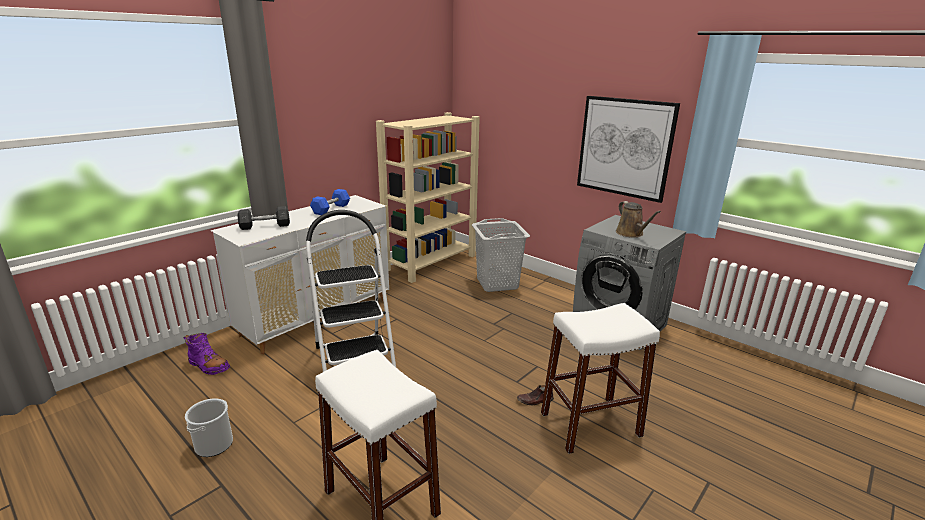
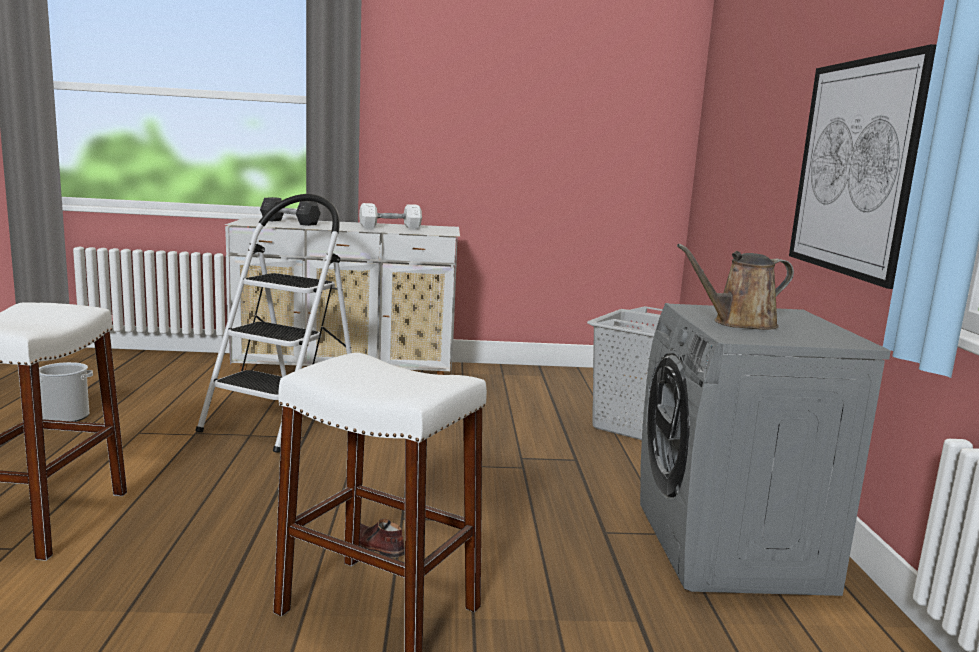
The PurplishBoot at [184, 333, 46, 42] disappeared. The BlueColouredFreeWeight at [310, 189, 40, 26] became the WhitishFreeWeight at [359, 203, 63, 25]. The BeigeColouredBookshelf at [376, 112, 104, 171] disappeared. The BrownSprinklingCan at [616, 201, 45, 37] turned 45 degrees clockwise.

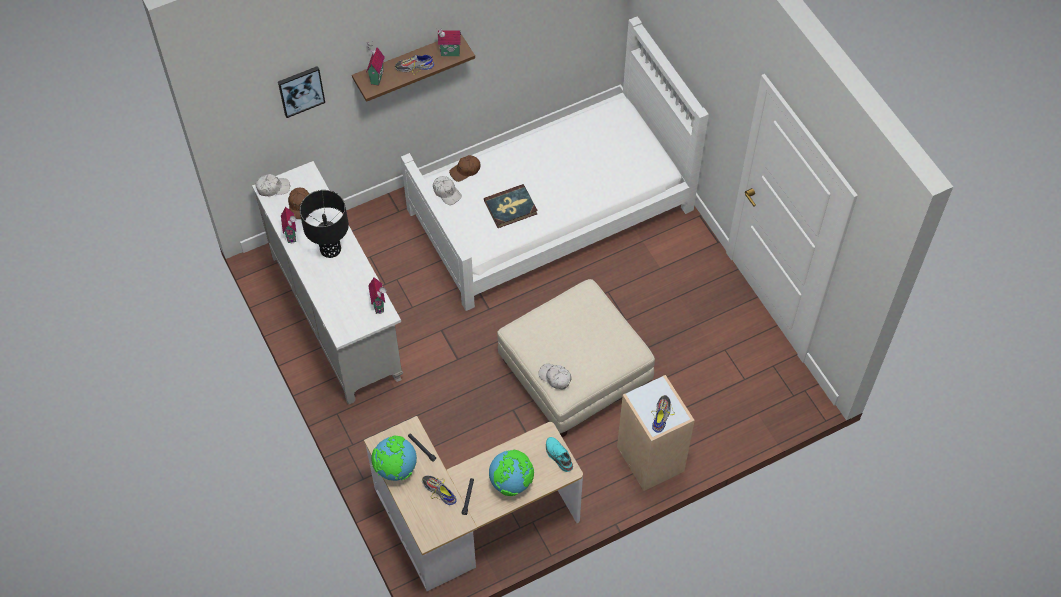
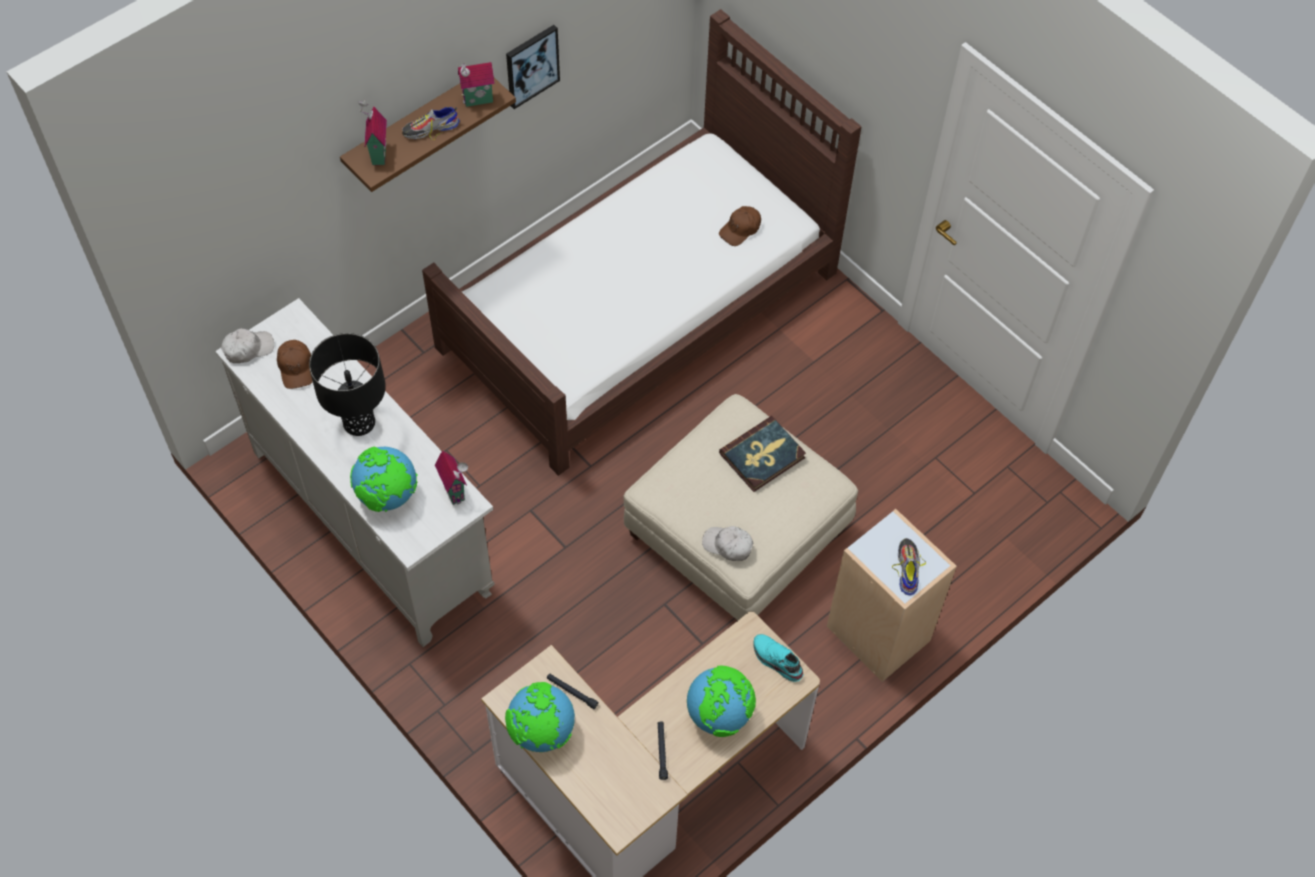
The WallArt moved from [278, 66, 47, 52] to [506, 25, 54, 84]. The ToyHouse at [281, 207, 16, 37] disappeared. The WhitishBed at [401, 16, 308, 295] became the BrownBed at [422, 9, 440, 467]. The ItemOfFootwear at [422, 475, 34, 30] disappeared. The WhitishCap at [433, 176, 29, 29] disappeared. The BrownCap moved from [449, 155, 32, 27] to [719, 206, 42, 40]. The BoundBook moved from [484, 184, 54, 44] to [719, 416, 87, 76]. The Globe at [350, 446, 68, 66] appeared.

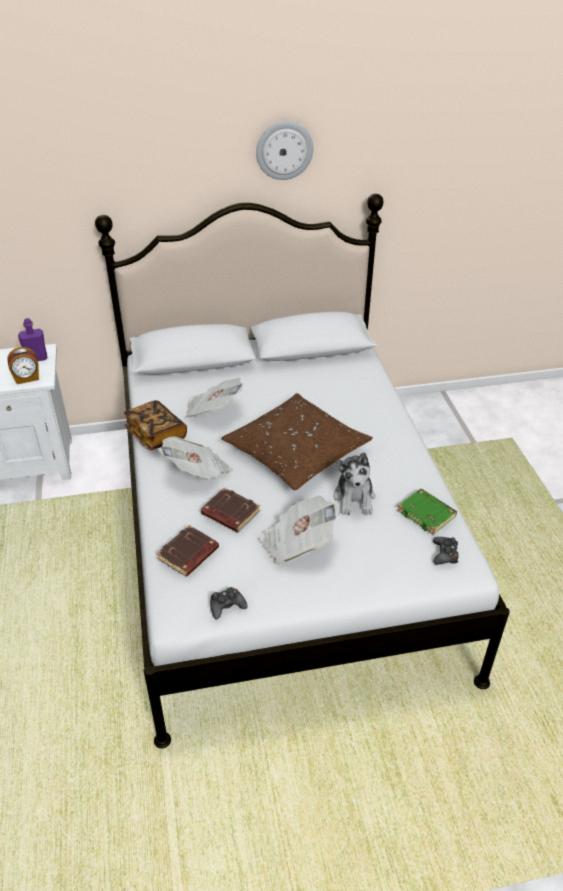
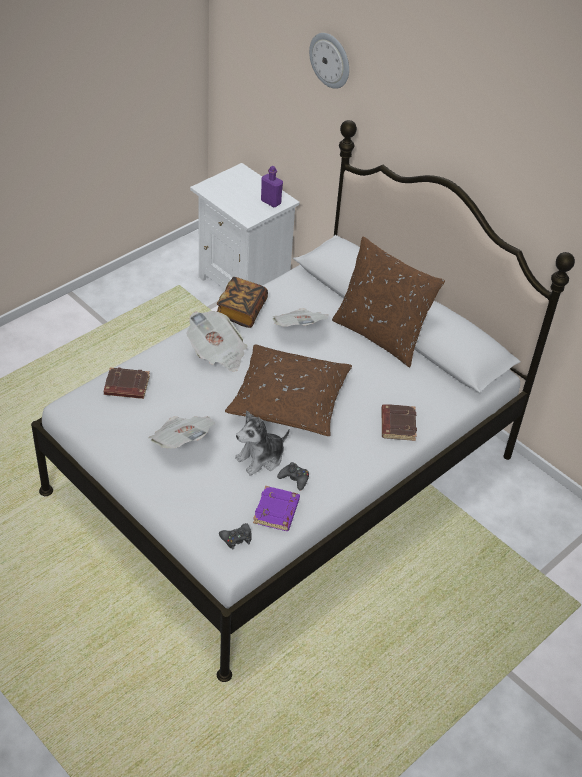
The TableClock at [8, 347, 31, 37] disappeared. The BrownBoundBook moved from [201, 488, 59, 45] to [382, 404, 35, 37]. The BlackishJoypad moved from [210, 587, 38, 32] to [277, 462, 32, 29]. The ClockOnTheWall moved from [256, 121, 57, 59] to [309, 33, 40, 56]. The GreenishBoundBook at [397, 489, 60, 46] became the PurplishBoundBook at [253, 486, 47, 45]. The BrownCushion at [332, 236, 113, 131] appeared.

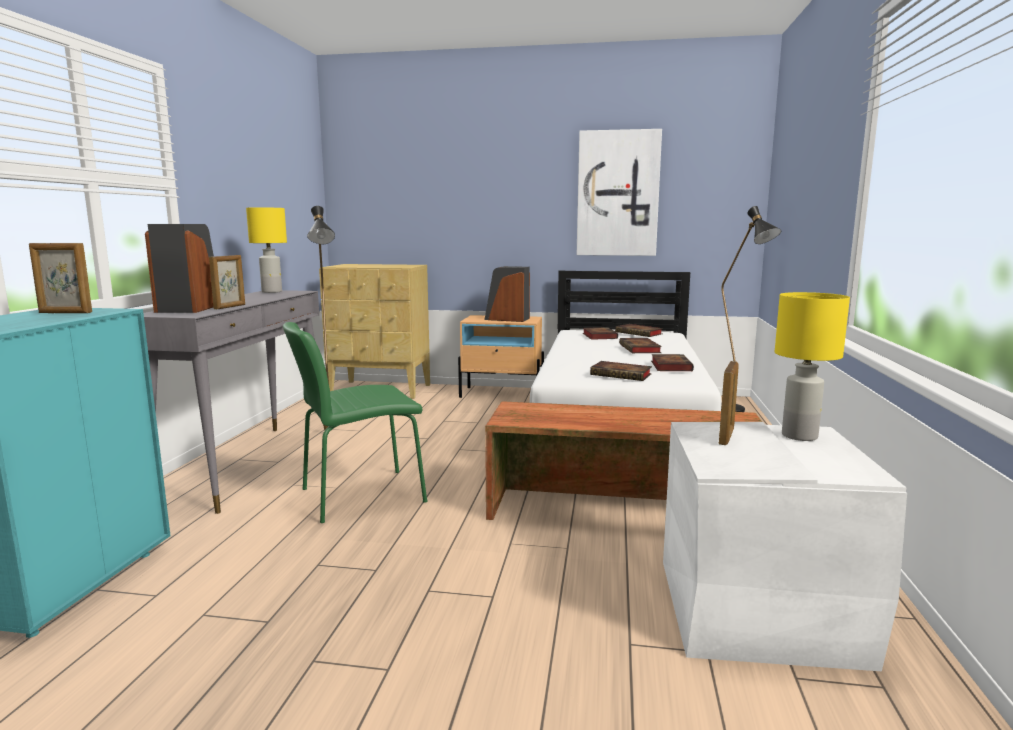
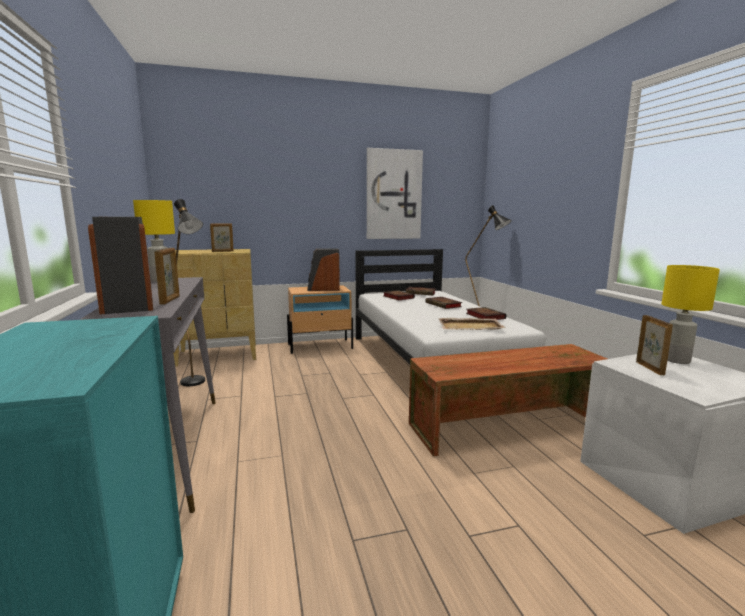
The StandingFrame moved from [29, 243, 63, 70] to [210, 224, 24, 28]. The GreenishUprightChair at [283, 322, 144, 201] disappeared. The BoundBook at [590, 361, 62, 20] was replaced by the BeigeColouredTray at [438, 318, 68, 12].

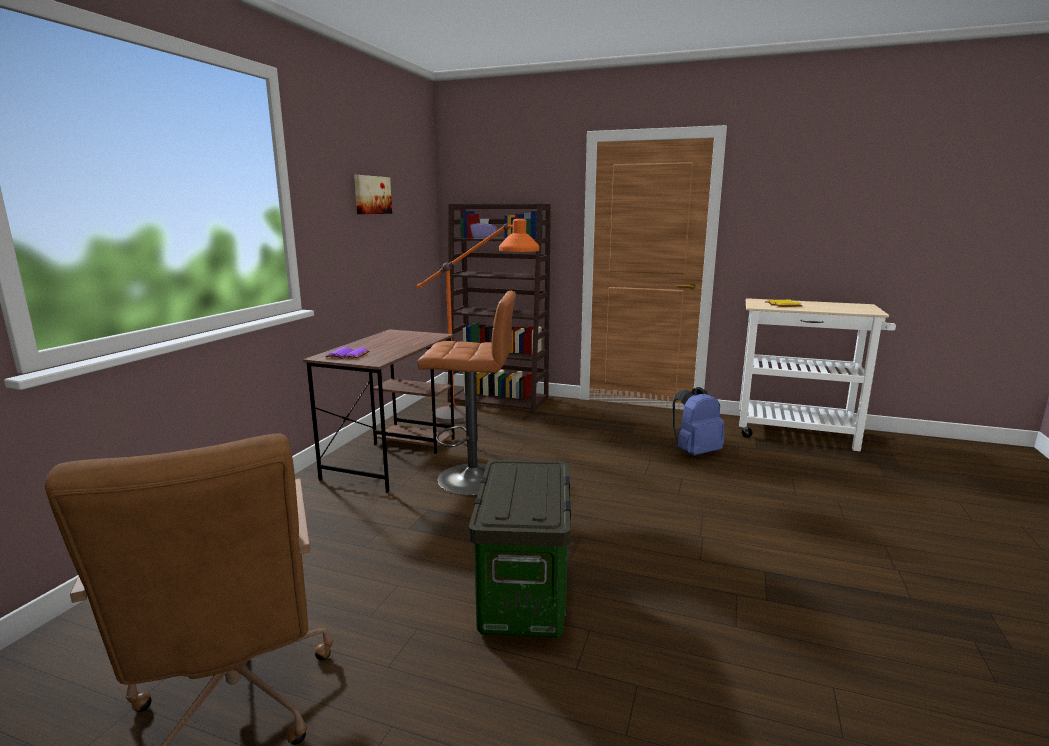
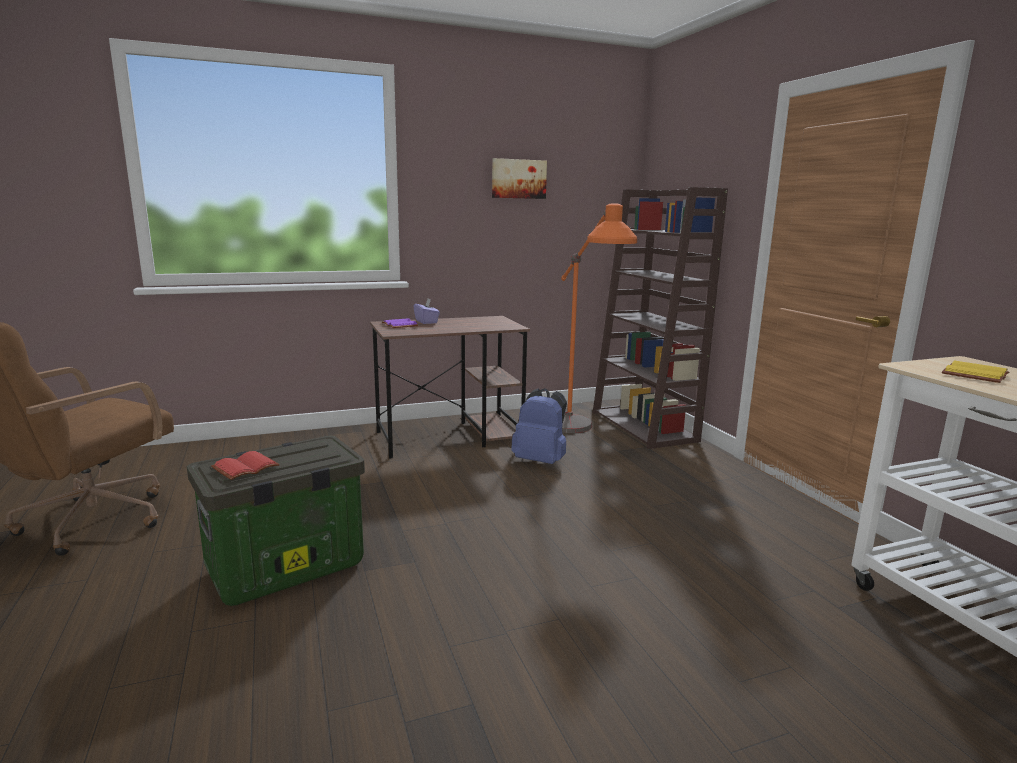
The BrownSittingStool at [417, 291, 99, 204] disappeared. The PurplishTissueHolder moved from [470, 219, 27, 19] to [413, 299, 27, 25]. The BlueColouredBackpack moved from [673, 387, 51, 69] to [511, 388, 56, 76]. The RedBoundBook at [211, 451, 69, 29] appeared.

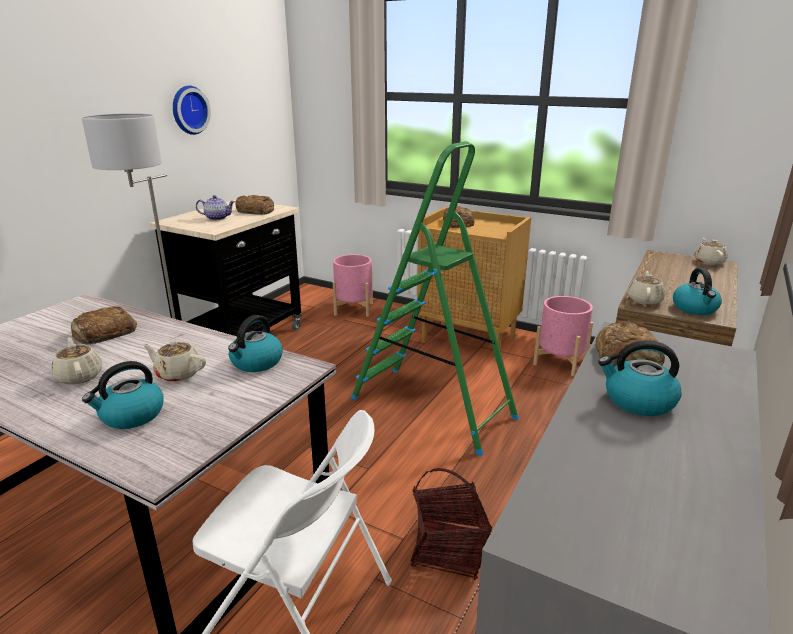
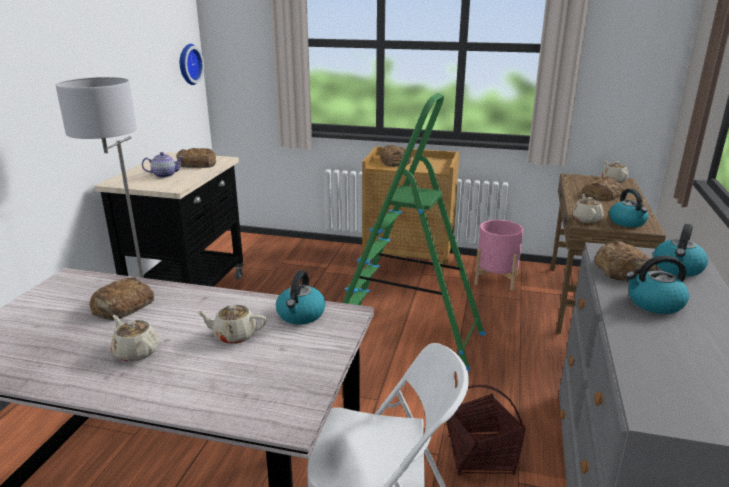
The WaterKettle moved from [82, 361, 82, 68] to [654, 224, 54, 52]. The ClockOnTheWall moved from [173, 86, 38, 49] to [180, 44, 24, 41]. The PinkFlowerPot at [333, 254, 40, 63] disappeared. The BakedBread at [582, 177, 42, 23] appeared.

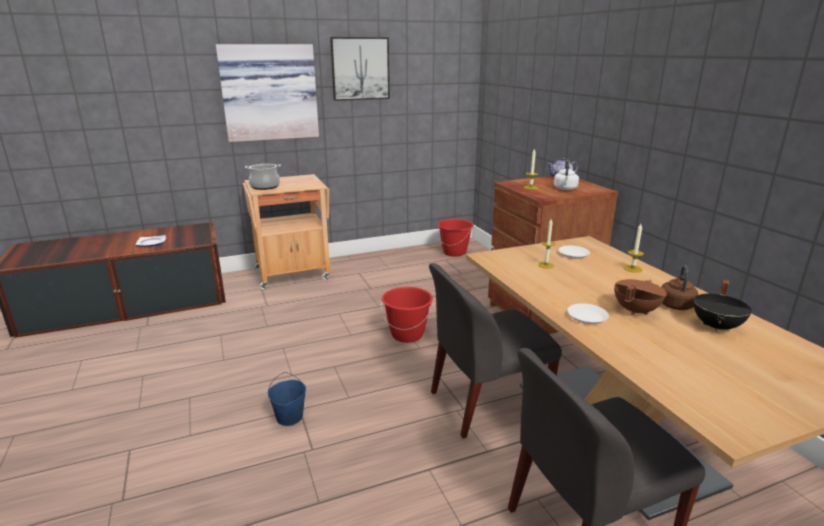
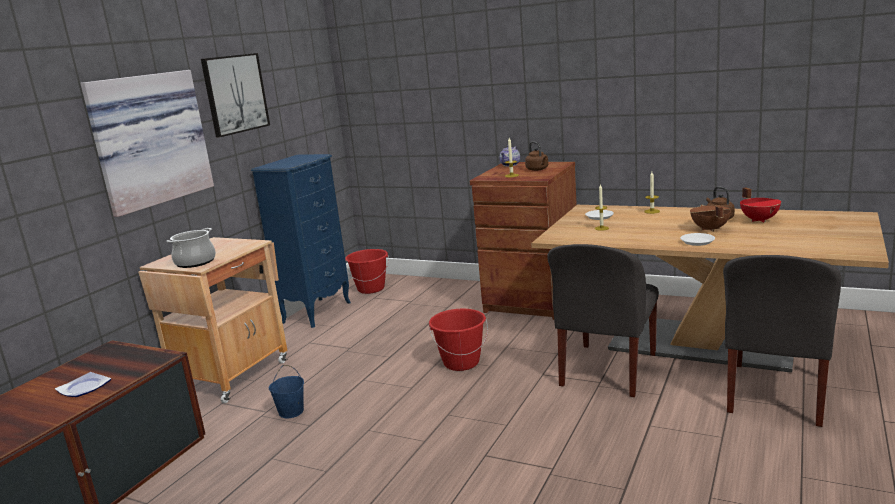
The BlueColouredPail moved from [268, 372, 38, 54] to [269, 365, 35, 53]. The WhitishWaterKettle at [554, 159, 25, 31] became the BrownWaterKettle at [525, 141, 23, 30]. The BlackishCookingPot at [693, 279, 60, 53] became the RedCookingPot at [740, 187, 41, 36]. The BlueColouredChestOfDrawers at [251, 154, 100, 174] appeared.

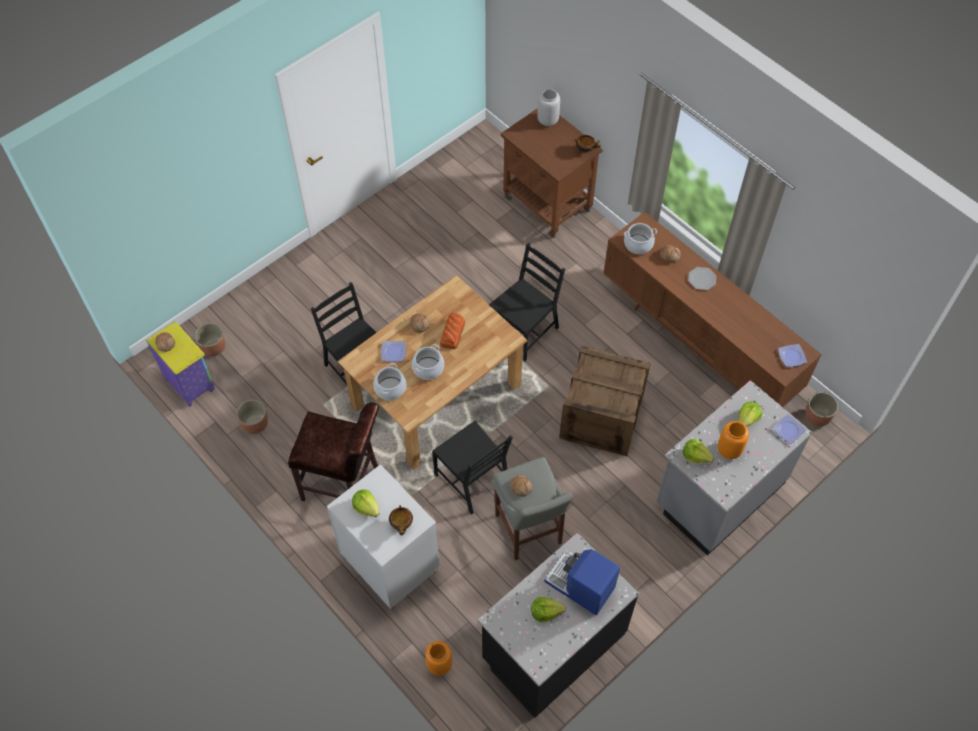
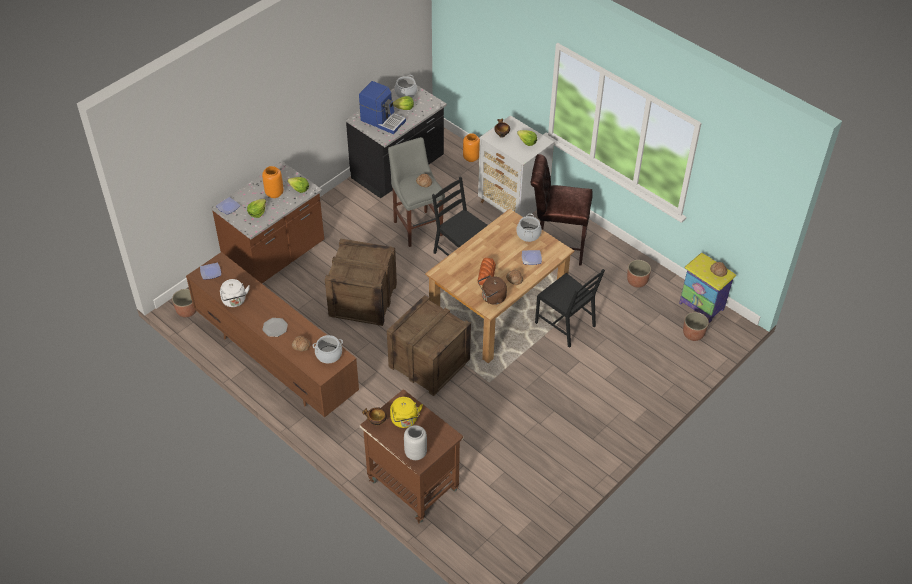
The CookingPot moved from [412, 344, 32, 36] to [394, 75, 23, 23]. The BlackishUprightChair at [489, 242, 76, 119] was replaced by the Crate at [387, 295, 84, 101]. The GrayKitchenBaseUnit at [657, 380, 155, 176] became the BrownKitchenBaseUnit at [211, 161, 113, 122]. The WhitishWaterKettle at [220, 279, 30, 28] appeared. The YellowColouredWaterKettle at [390, 397, 33, 31] appeared. The BrownWaterKettle at [478, 275, 29, 30] appeared.

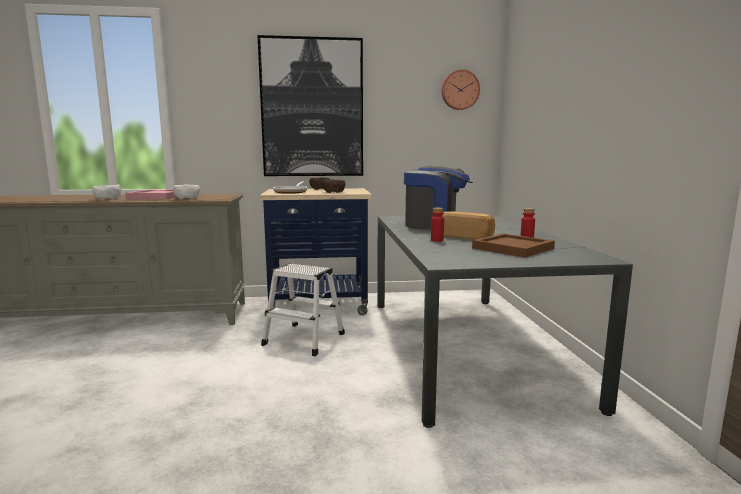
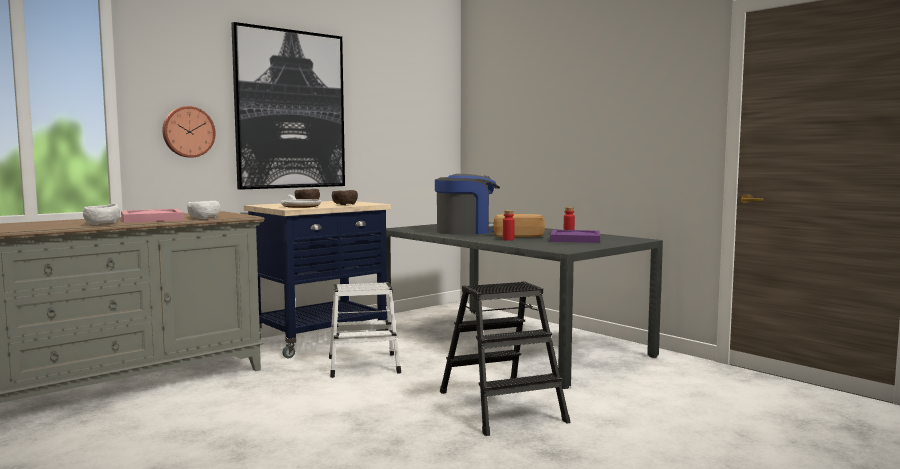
The ClockOnTheWall moved from [441, 69, 39, 41] to [162, 106, 54, 52]. The BrownTray at [472, 233, 83, 25] became the PurplishTray at [550, 230, 50, 13]. The BlackishStepladder at [440, 281, 131, 155] appeared.

